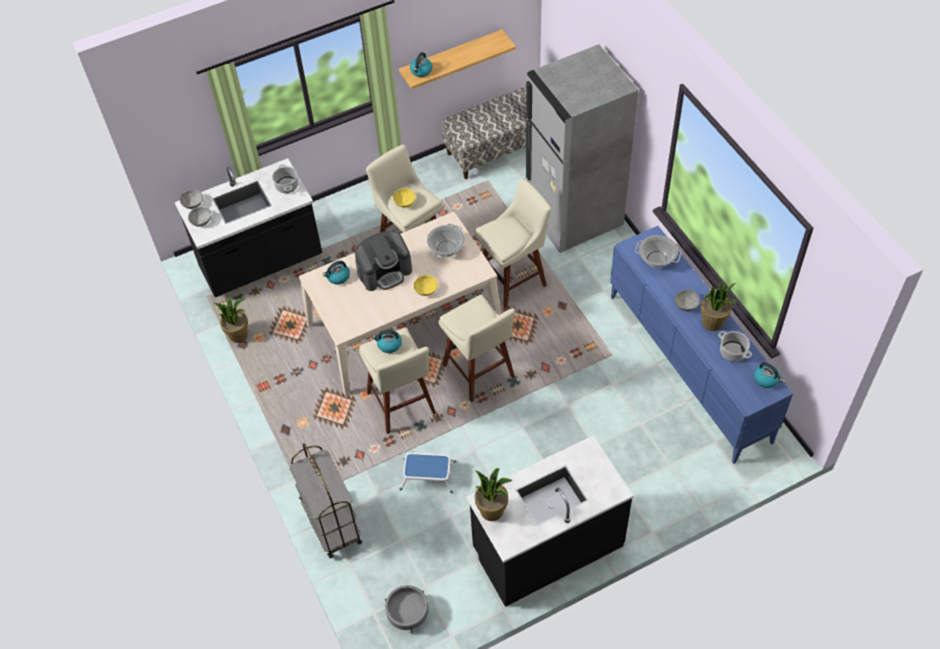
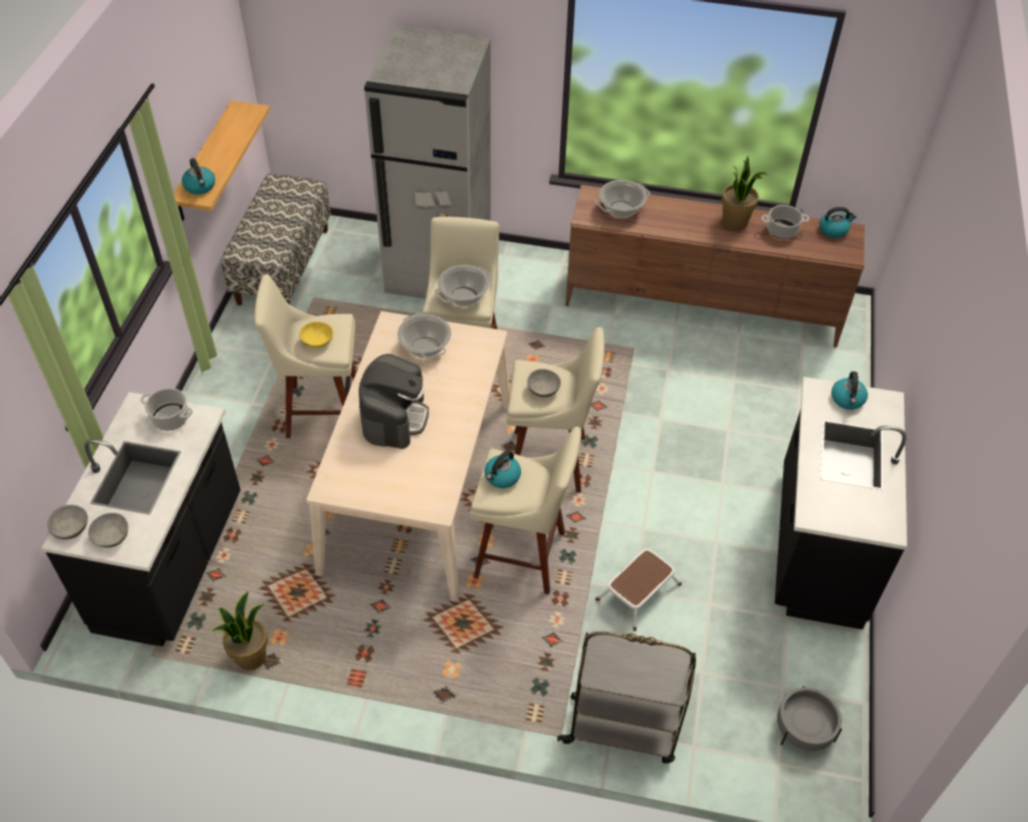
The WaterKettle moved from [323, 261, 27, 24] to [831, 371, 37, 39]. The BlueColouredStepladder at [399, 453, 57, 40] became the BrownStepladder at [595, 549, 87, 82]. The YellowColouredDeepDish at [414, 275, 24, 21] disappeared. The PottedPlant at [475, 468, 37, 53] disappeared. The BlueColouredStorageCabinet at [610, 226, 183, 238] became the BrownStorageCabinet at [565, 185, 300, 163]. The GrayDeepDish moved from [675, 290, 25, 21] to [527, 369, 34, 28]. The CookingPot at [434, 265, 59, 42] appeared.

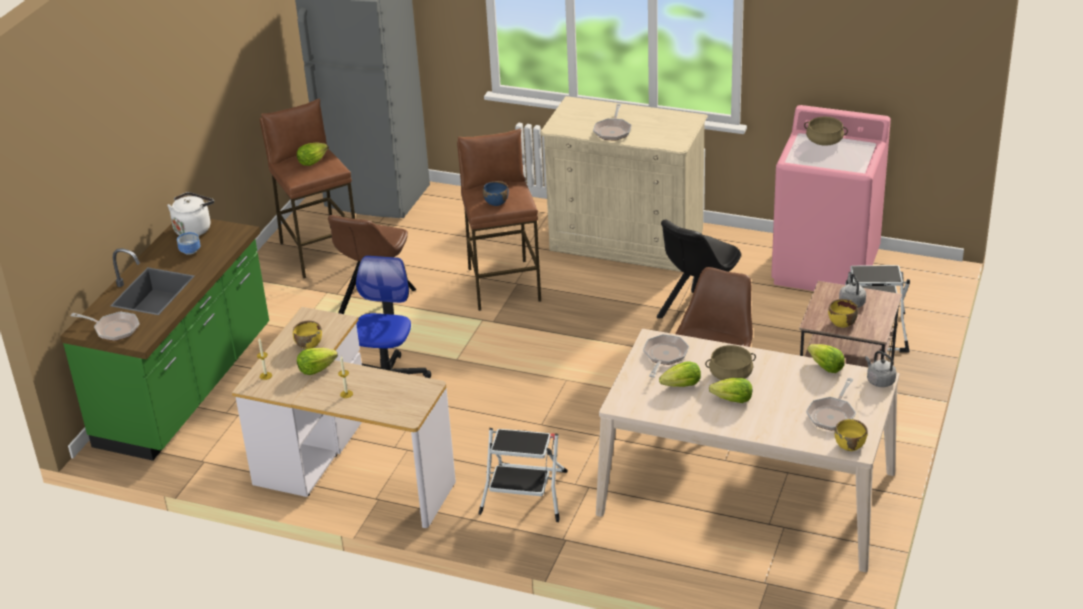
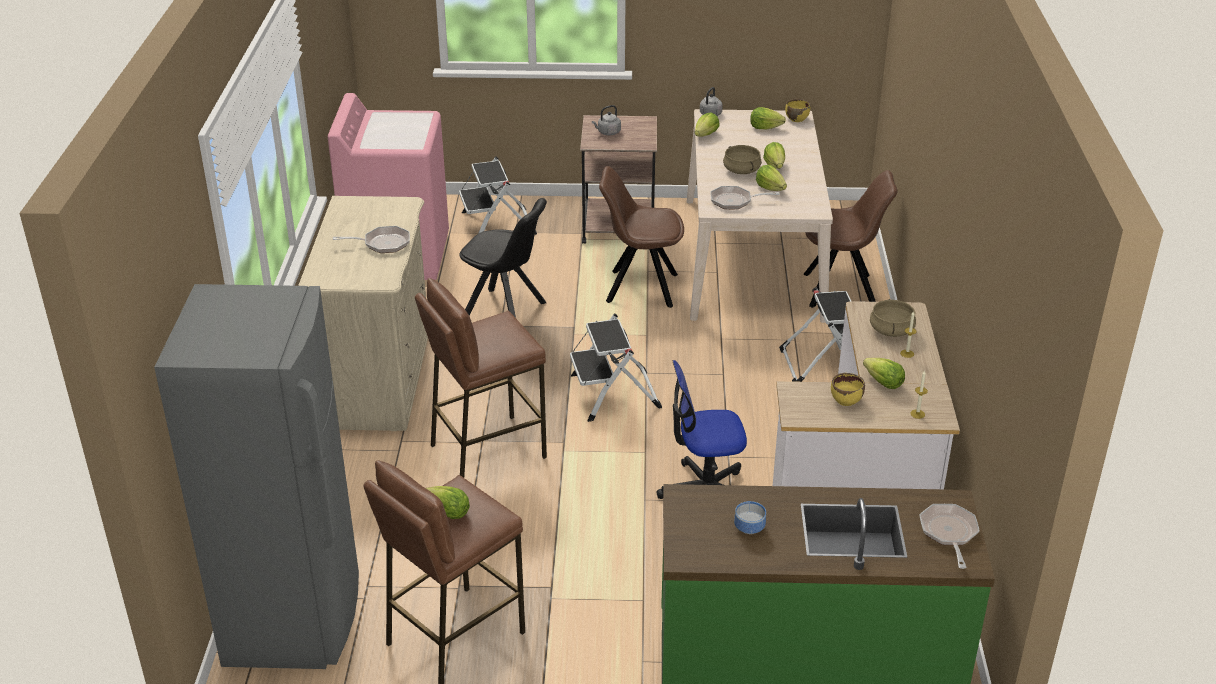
The WhitishWaterKettle at [167, 192, 47, 44] disappeared. The BrownUprightChair moved from [328, 215, 88, 99] to [803, 170, 94, 138]. The BlueColouredDeepDish at [483, 181, 26, 25] disappeared. The BeigeColouredCookingPot moved from [804, 116, 44, 30] to [870, 299, 46, 38]. The Skillet at [806, 378, 50, 53] was replaced by the LettuceHead at [750, 107, 36, 23]. The YellowColouredDeepDish at [828, 299, 30, 29] disappeared. The Stepladder at [570, 314, 92, 108] appeared.

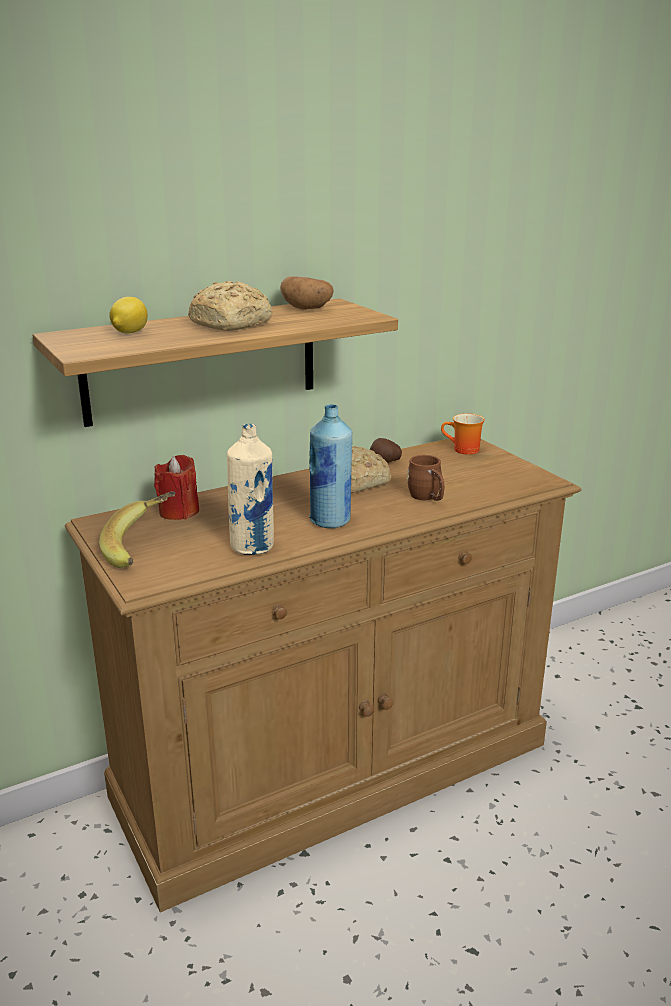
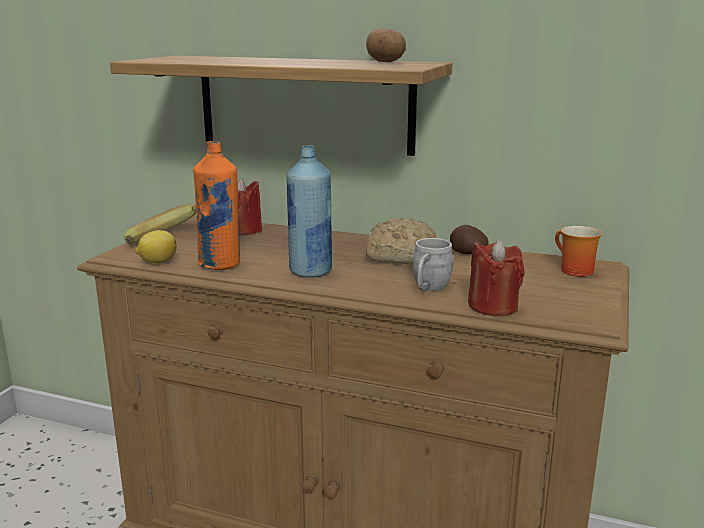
The WholeLemon moved from [109, 297, 39, 37] to [135, 230, 42, 33]. The BakedBread at [188, 281, 85, 50] disappeared. The BeigeColouredDrinkBottle at [227, 424, 47, 131] became the OrangeColouredDrinkBottle at [193, 141, 47, 129]. The BrownTeaMug at [407, 455, 37, 46] became the GrayTeaMug at [413, 238, 41, 53]. The RedCandle at [468, 240, 56, 76] appeared.

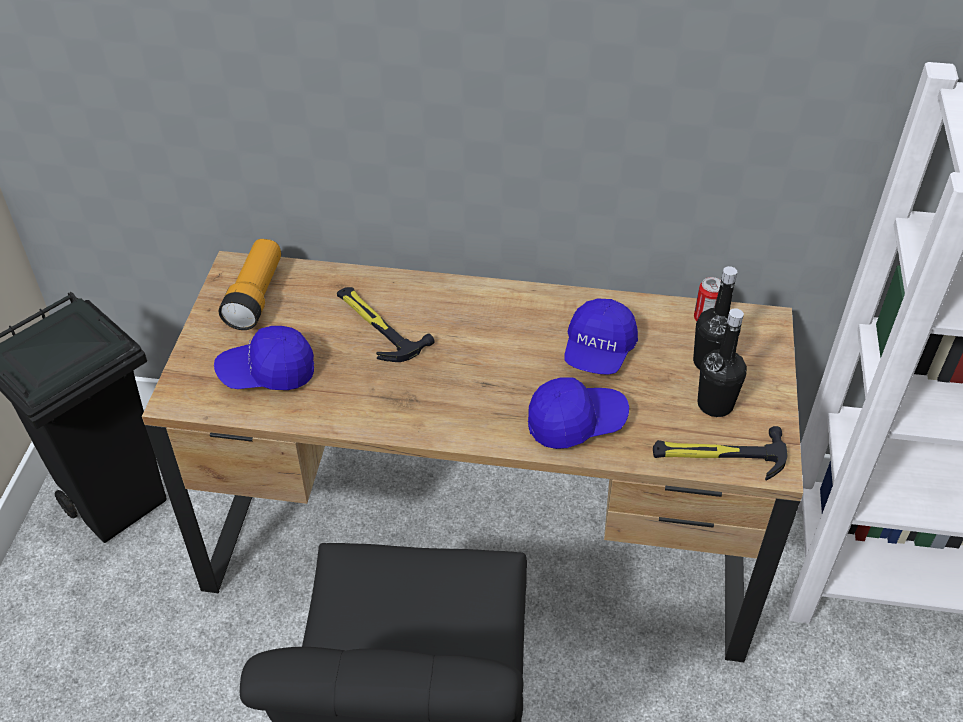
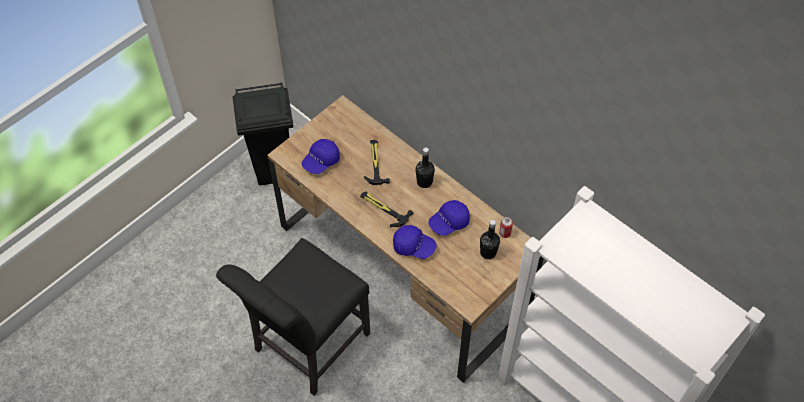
The BlueColouredCap at [214, 326, 100, 64] turned 75 degrees counterclockwise. The HandTorch at [219, 239, 62, 91] disappeared. The HandHammer moved from [653, 426, 135, 55] to [360, 192, 53, 35]. The BlackishDrinkBottle moved from [698, 308, 49, 109] to [415, 147, 20, 41].

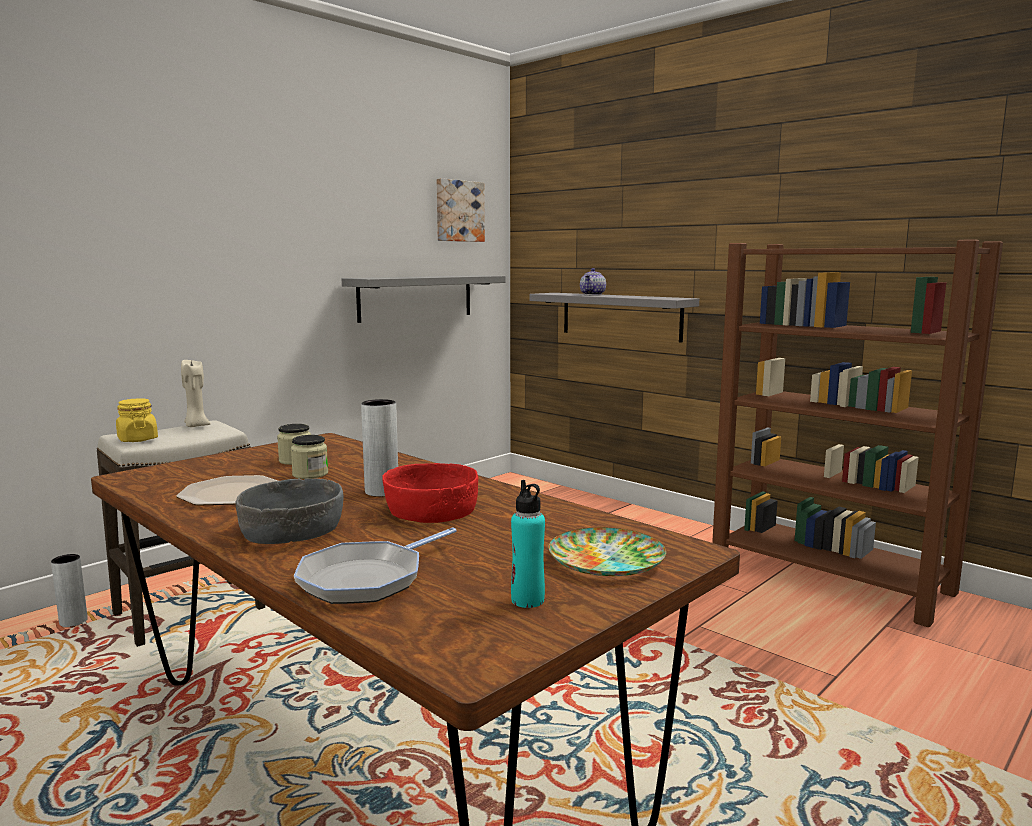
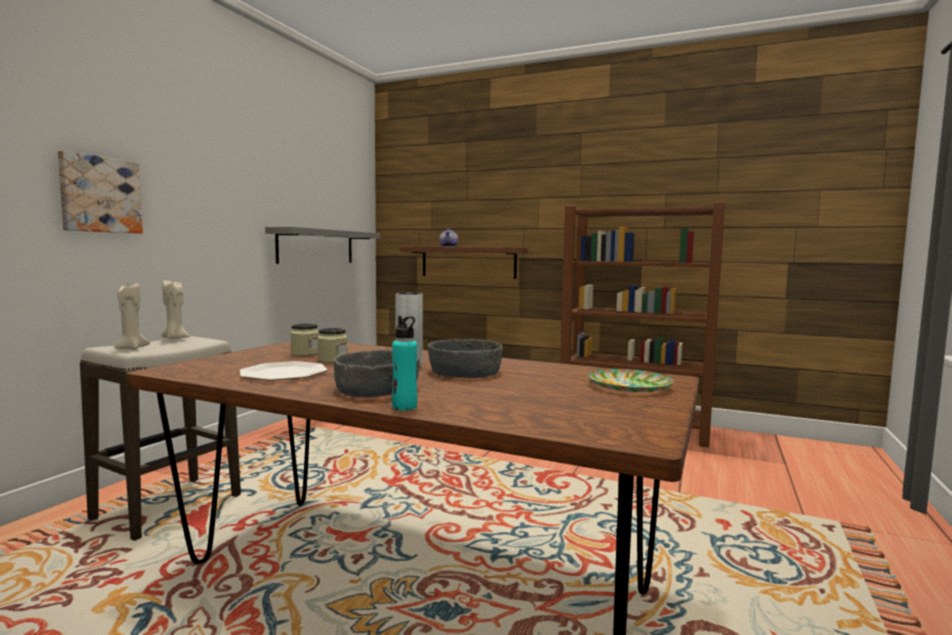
The GrayDecorativeVase at [51, 554, 37, 73] disappeared. The YellowColouredStorageJar at [116, 398, 42, 44] was replaced by the BeigeColouredCandle at [114, 283, 36, 67]. The Skillet at [294, 527, 163, 77] disappeared. The RedDeepDish at [382, 463, 96, 60] became the GrayDeepDish at [428, 339, 75, 39]. The WallArt moved from [437, 178, 48, 64] to [58, 150, 85, 84]. The BlueGreenDrinkBottle moved from [511, 480, 34, 128] to [392, 316, 25, 95]. The GrayShelf at [529, 293, 170, 50] became the BrownShelf at [400, 247, 128, 32].

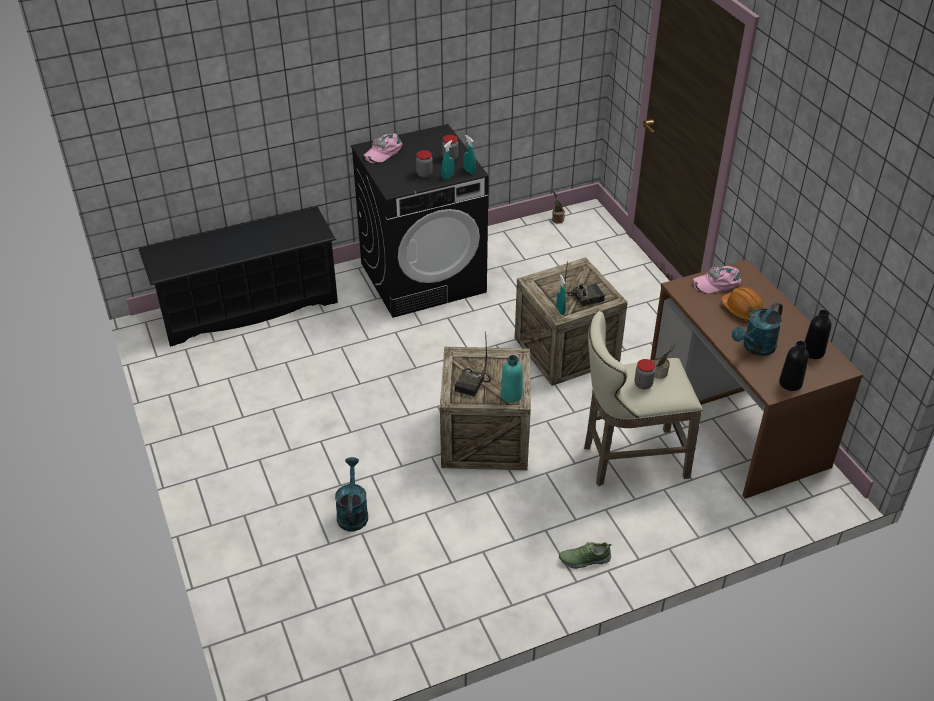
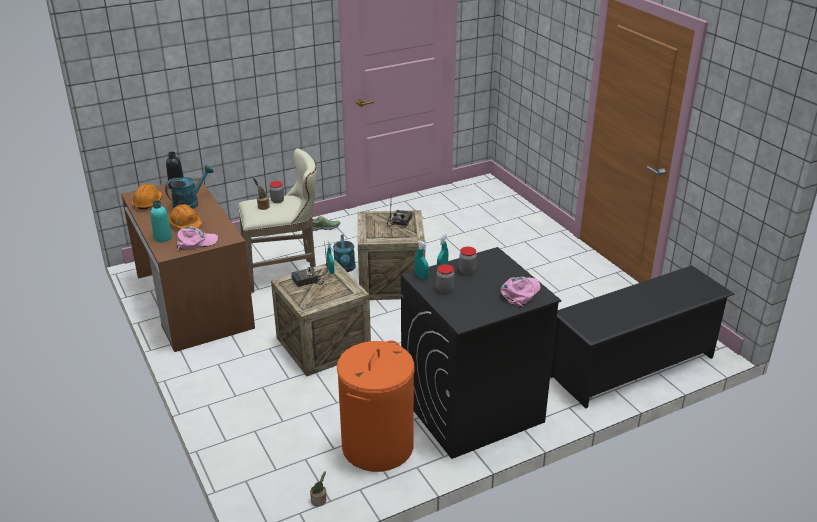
The BlueGreenSprinklingCan moved from [335, 457, 33, 75] to [333, 235, 23, 37]. The BlueGreenDrinkBottle moved from [501, 355, 22, 48] to [150, 200, 22, 42]. The BlackishDrinkBottle at [804, 310, 27, 49] was replaced by the OrangeColouredHardHat at [132, 184, 30, 26]. The OrangeColouredLaundryBasket at [337, 340, 77, 132] appeared.

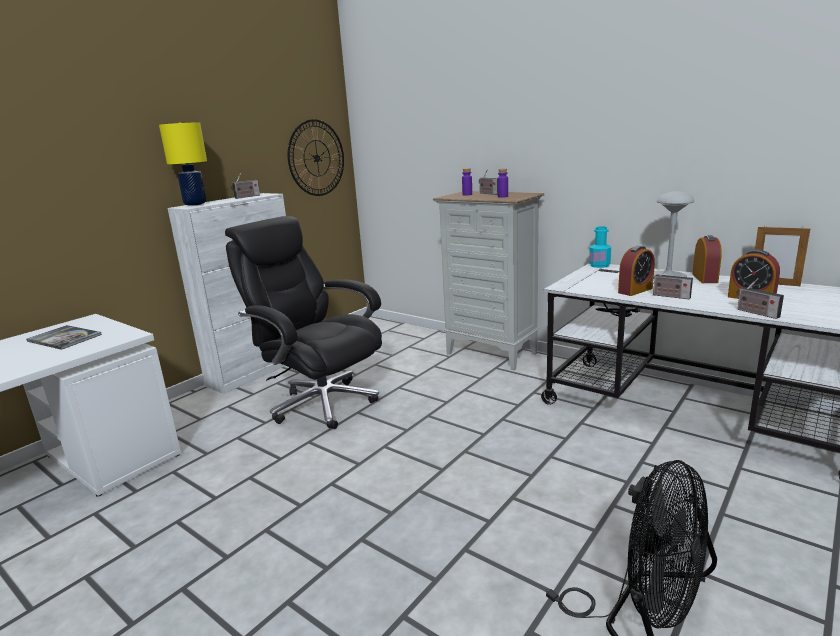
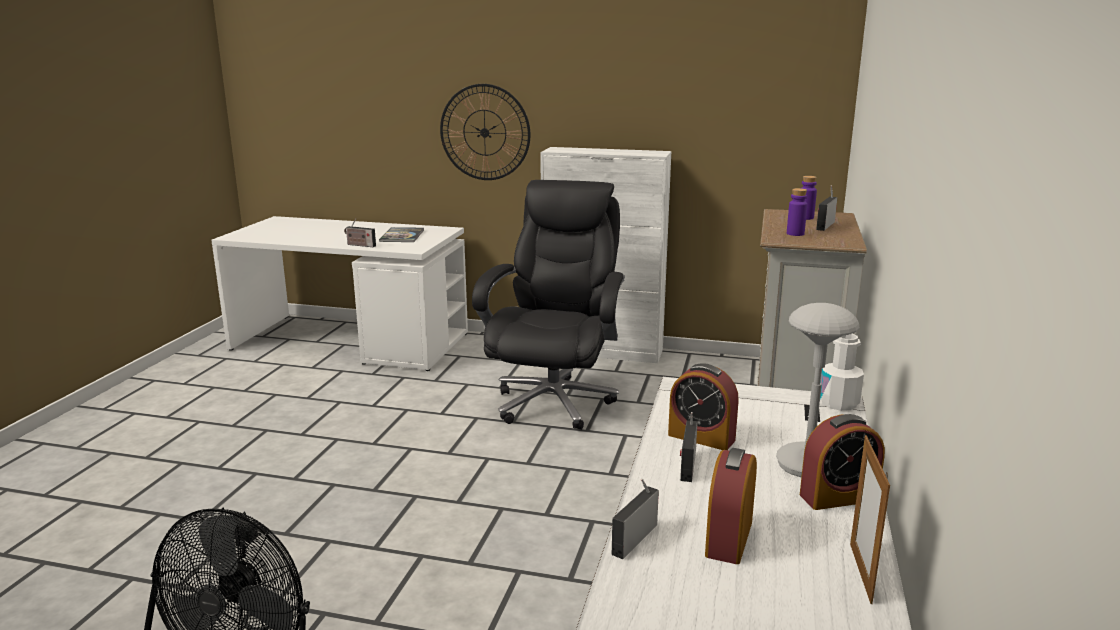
The YellowColouredLampForATable at [159, 122, 48, 84] disappeared. The RadioSet moved from [231, 173, 29, 26] to [344, 218, 32, 29]. The ClockOnTheWall moved from [288, 119, 56, 77] to [440, 84, 91, 96]. The BlueGreenDrinkBottle at [589, 226, 22, 42] became the WhitishDrinkBottle at [820, 334, 44, 77].

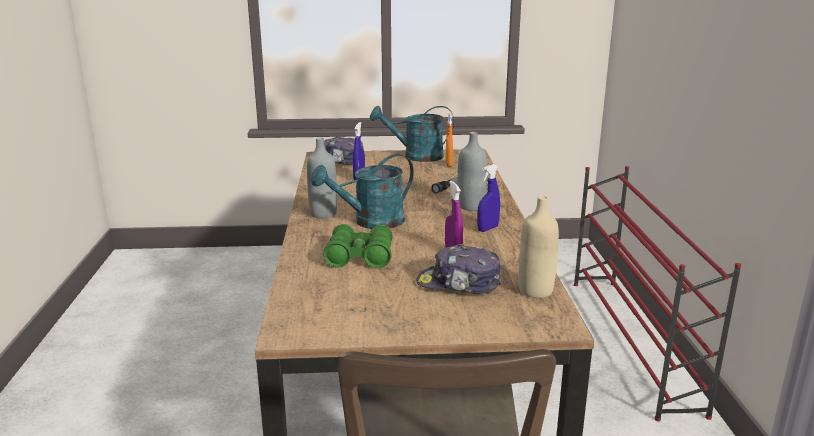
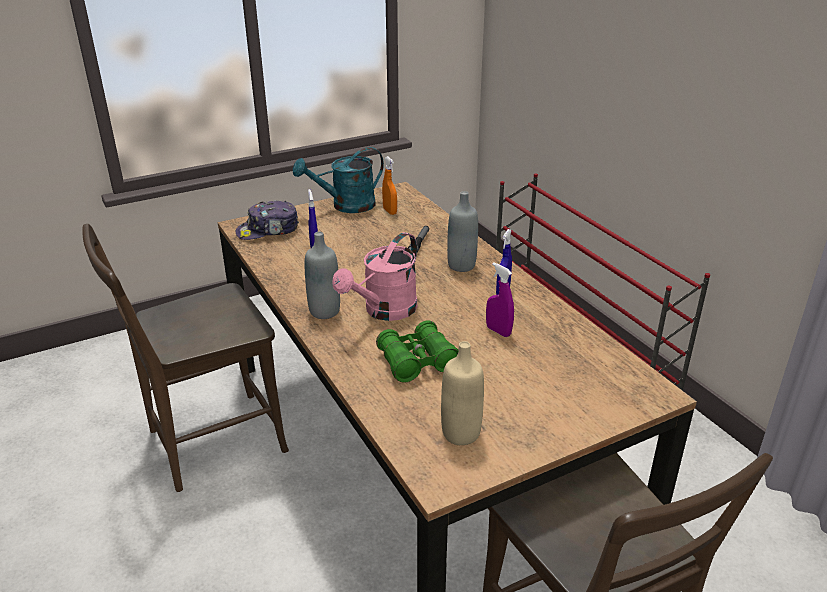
The BlueGreenSprinklingCan at [311, 154, 103, 75] became the PinkSprinklingCan at [332, 232, 86, 89]. The Cap at [416, 244, 85, 50] disappeared. The BeigeColouredDrinkBottle moved from [518, 196, 41, 102] to [441, 341, 43, 104]. The BrownUprightChair at [82, 224, 207, 268] appeared.

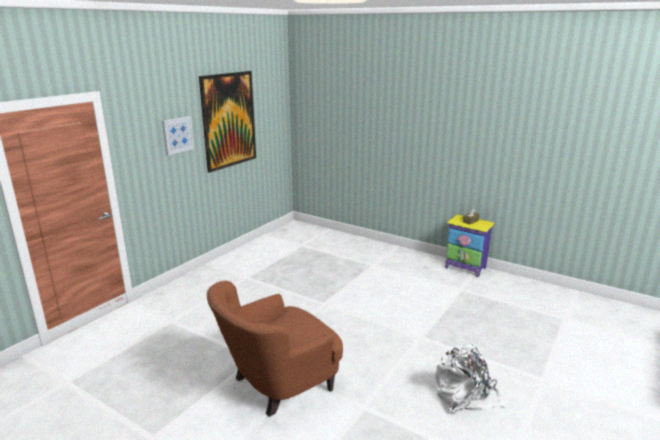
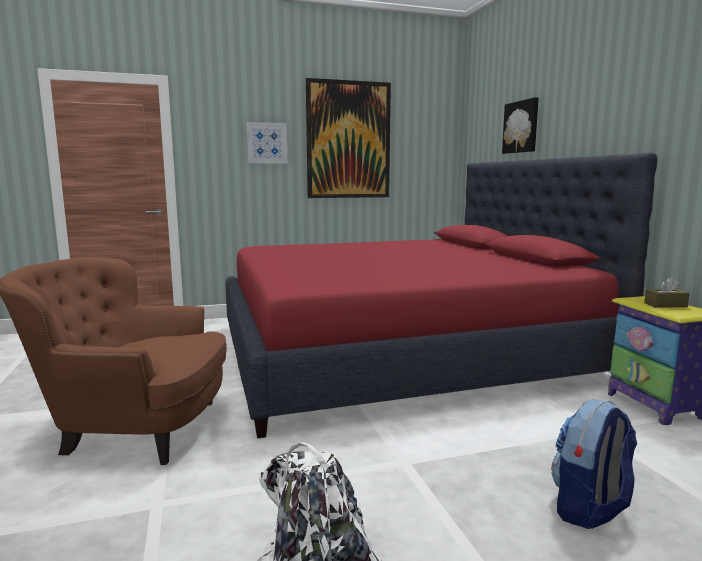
The RedBed at [225, 153, 433, 285] appeared. The WallArt at [502, 97, 37, 57] appeared. The Backpack at [551, 400, 86, 129] appeared.

